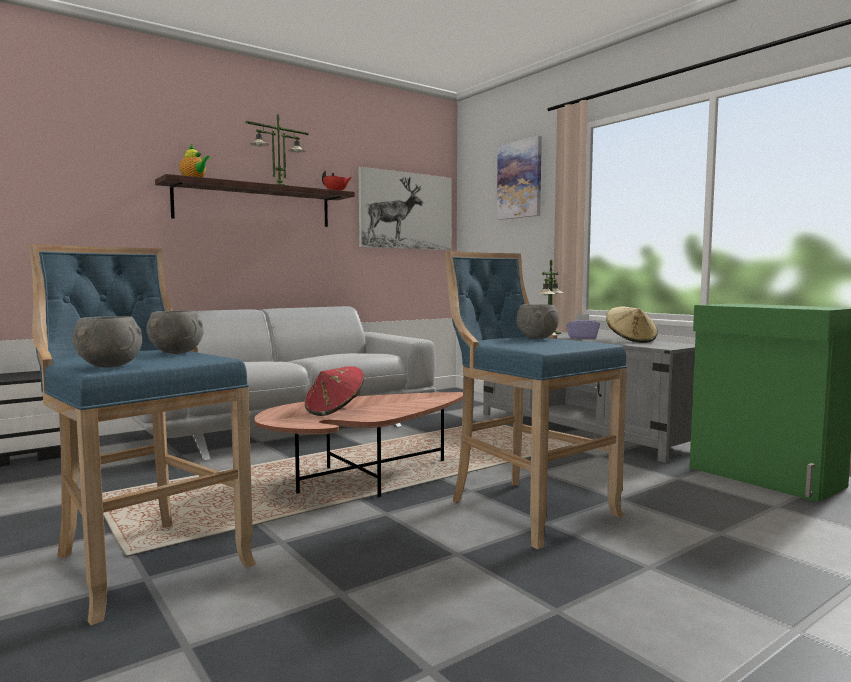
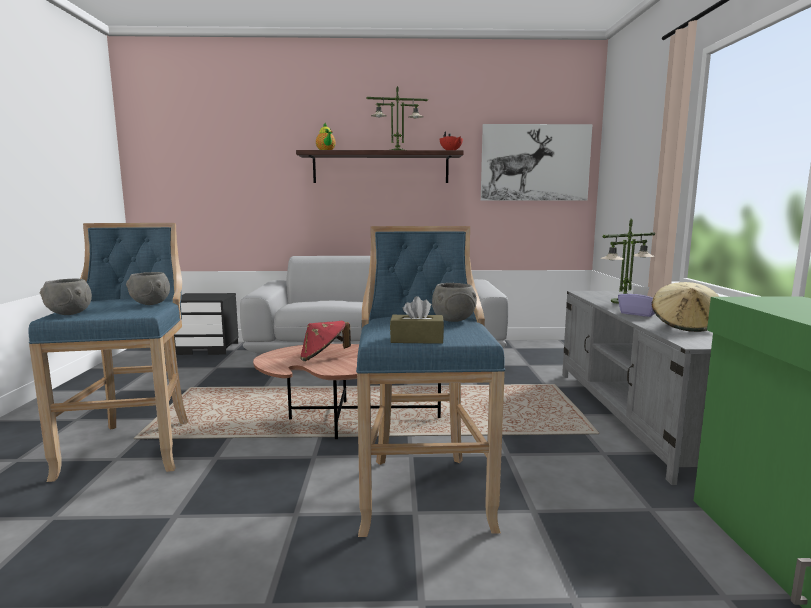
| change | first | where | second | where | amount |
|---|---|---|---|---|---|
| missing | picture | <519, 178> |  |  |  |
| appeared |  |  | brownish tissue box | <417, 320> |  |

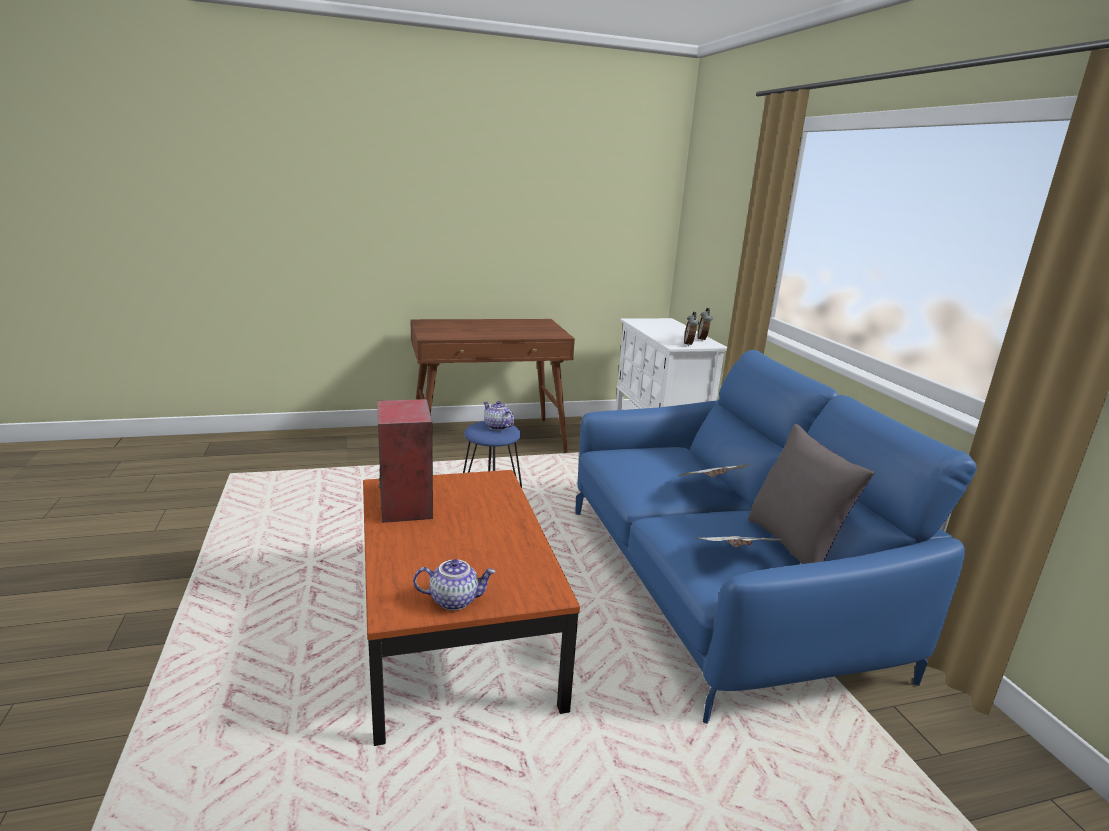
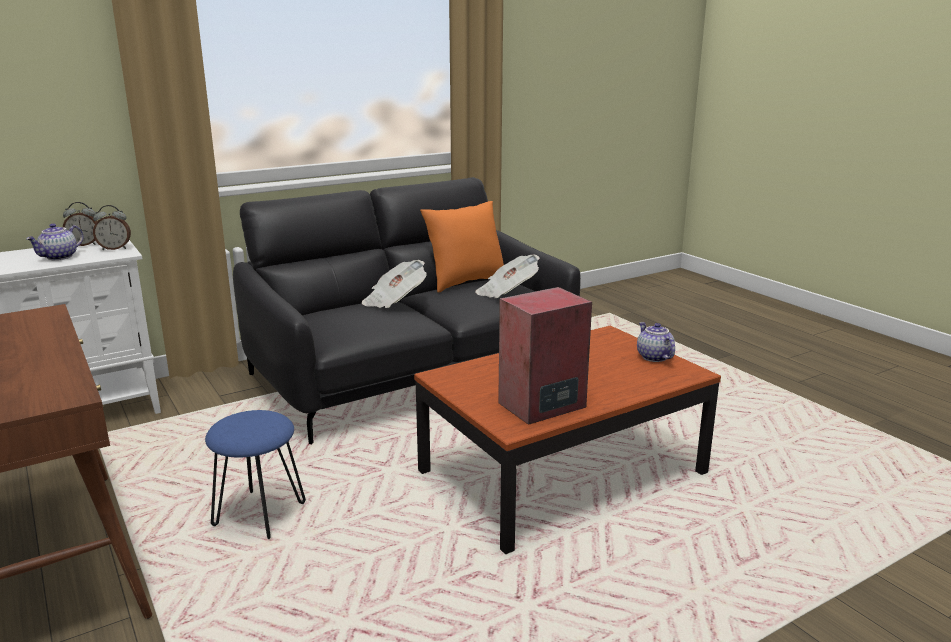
| change | first | where | second | where | amount |
|---|---|---|---|---|---|
| relocated | pot for tea | <498, 415> |  | <54, 242> |  |
| colour | blue-coloured sofa | <776, 537> | blackish sofa | <407, 310> |  |
| colour | greyish cushion | <811, 494> | orange cushion | <462, 247> |  |

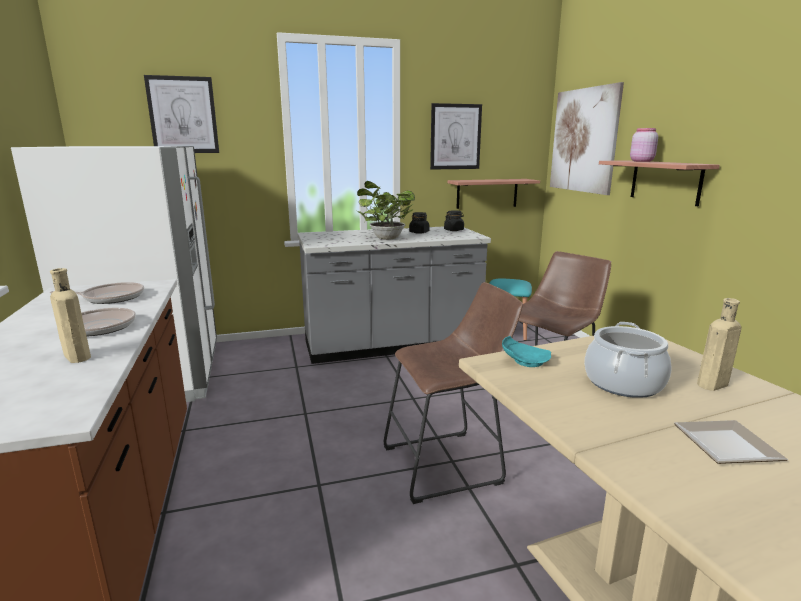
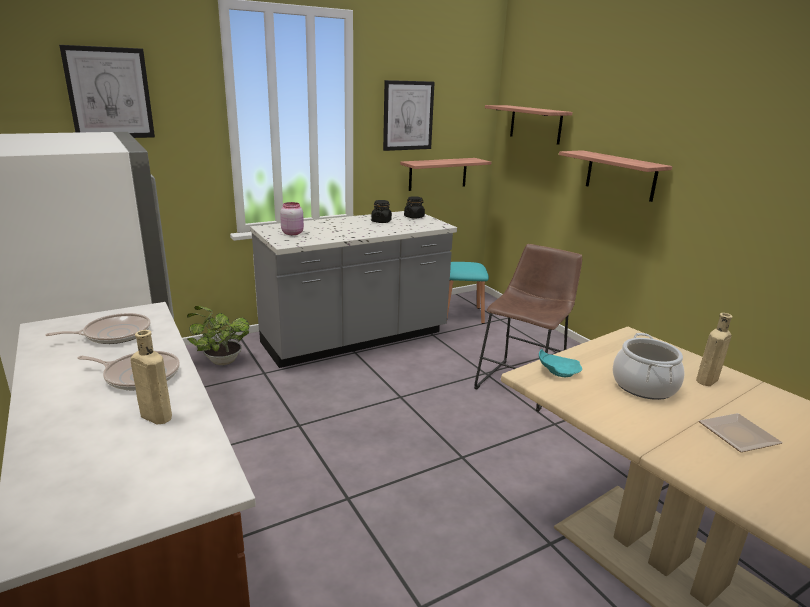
| change | first | where | second | where | amount |
|---|---|---|---|---|---|
| relocated | potted plant | <386, 210> |  | <218, 335> |  |
| missing | brownish stool | <453, 393> |  |  |  |
| exchanged | picture | <587, 138> | shelf | <529, 125> |  |
| relocated | pink storage jar | <644, 145> |  | <292, 218> |  |

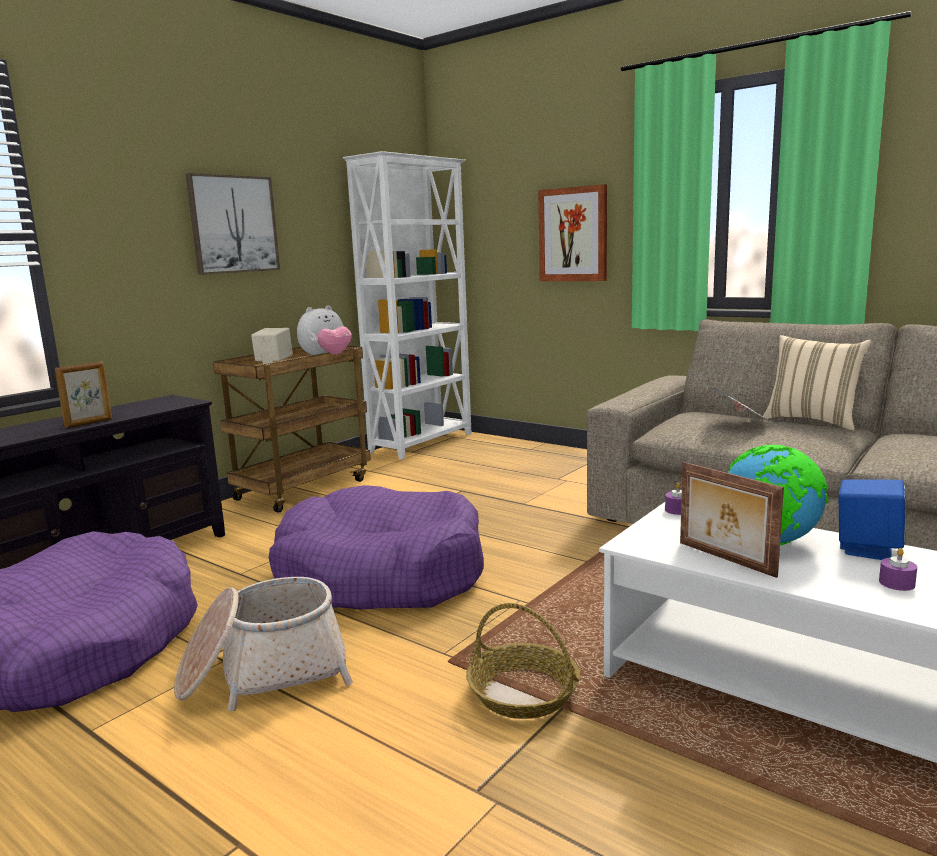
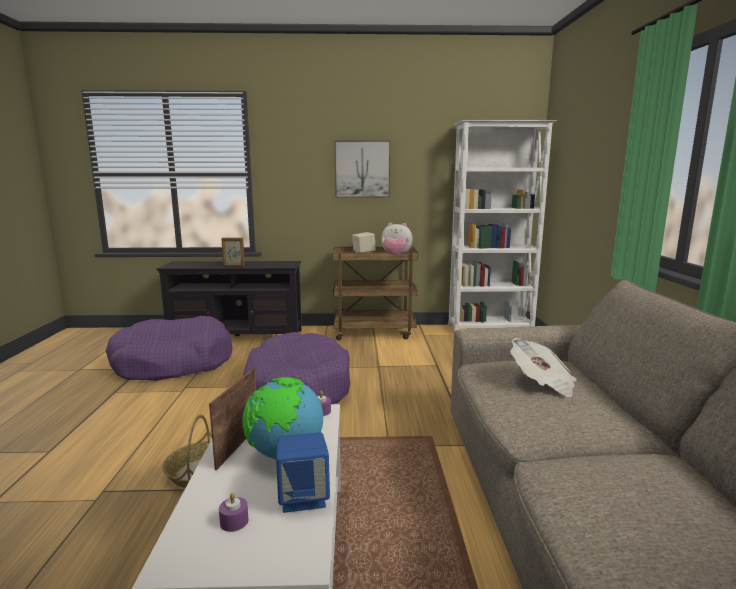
| change | first | where | second | where | amount |
|---|---|---|---|---|---|
| missing | household basket | <263, 644> |  |  |  |
| missing | picture | <572, 232> |  |  |  |
| missing | beige-coloured cushion | <817, 383> |  |  |  |

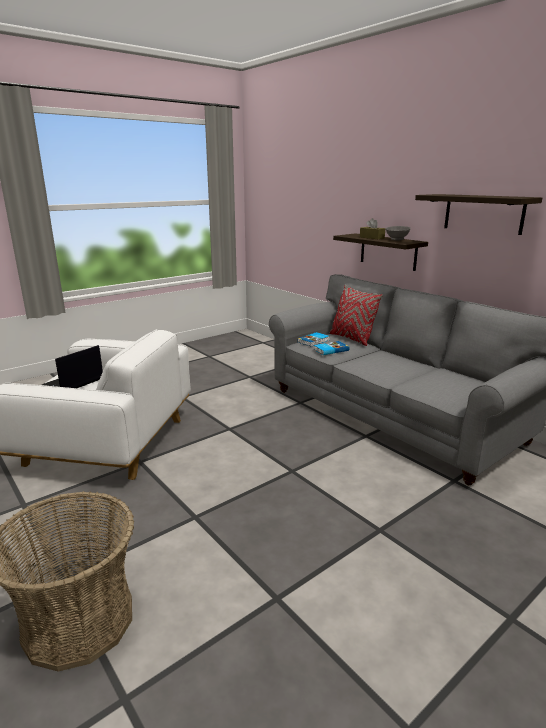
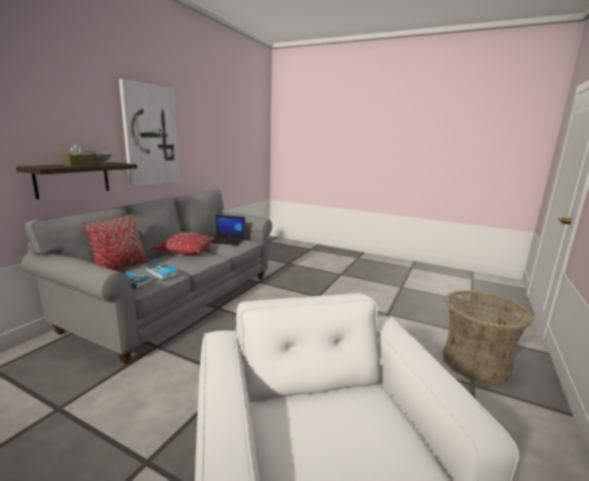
| change | first | where | second | where | amount |
|---|---|---|---|---|---|
| relocated | portable computer | <72, 366> |  | <228, 230> |  |
| exchanged | shelf | <478, 214> | picture | <149, 133> |  |
| appeared |  |  | red-coloured cushion | <183, 243> |  |

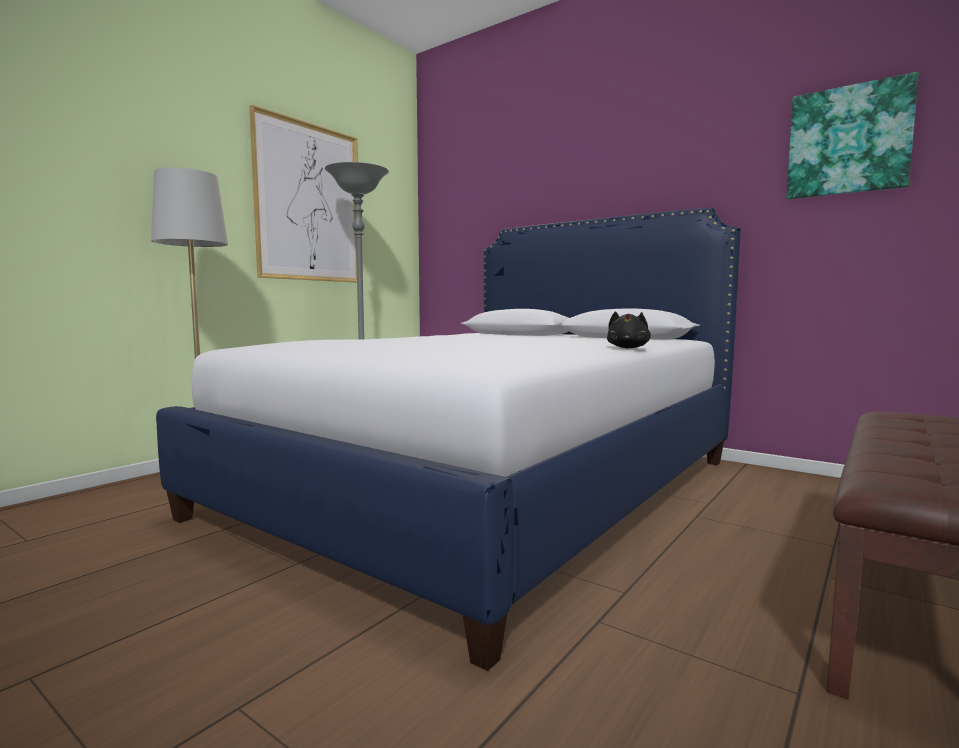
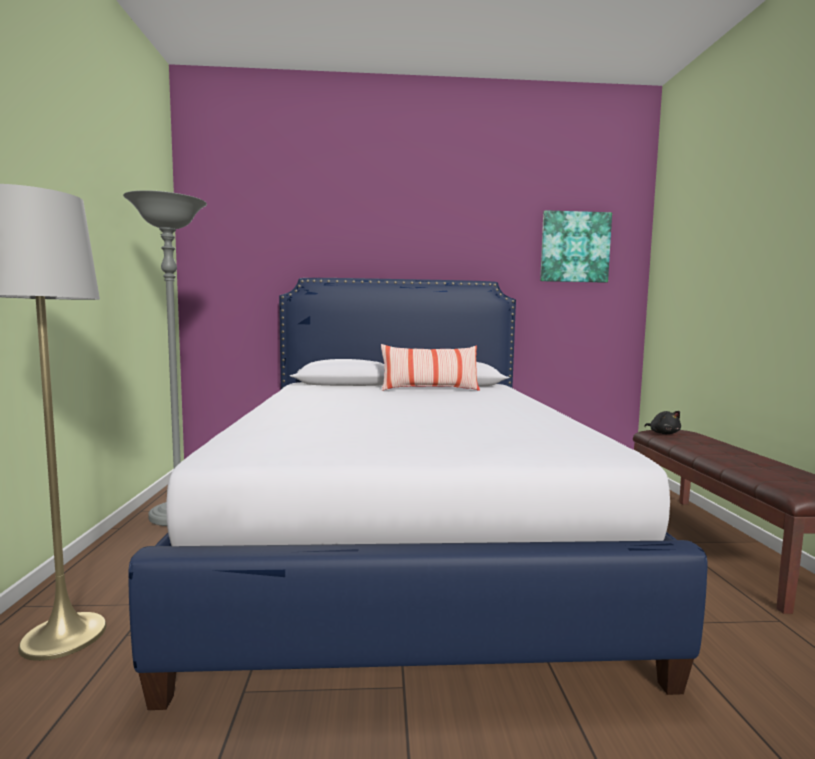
| change | first | where | second | where | amount |
|---|---|---|---|---|---|
| missing | picture | <303, 194> |  |  |  |
| relocated | blackish plush toy | <629, 329> |  | <662, 422> |  |
| appeared |  |  | cushion | <430, 367> |  |

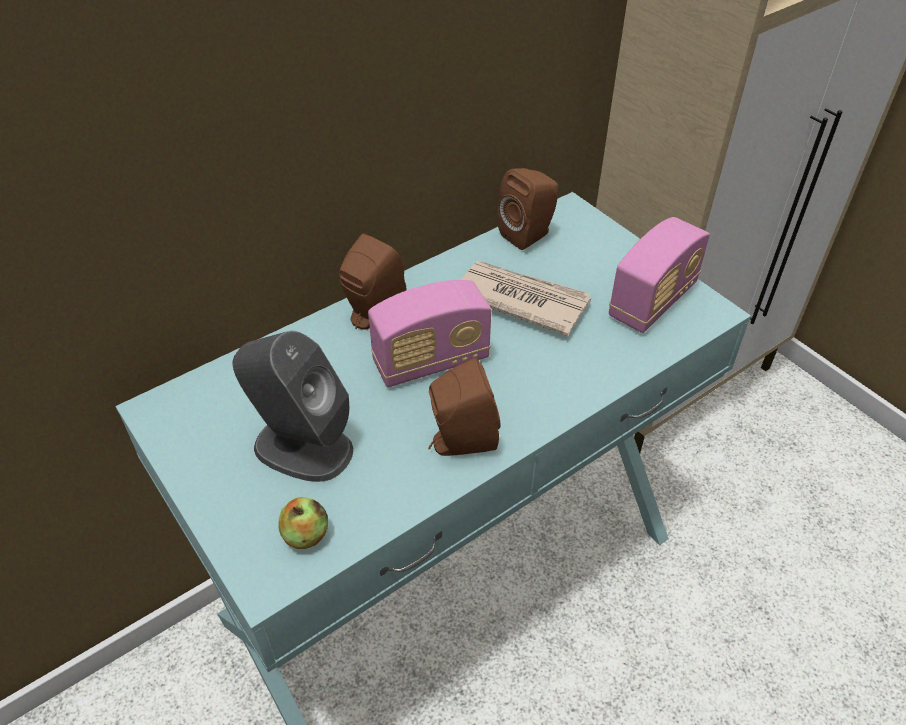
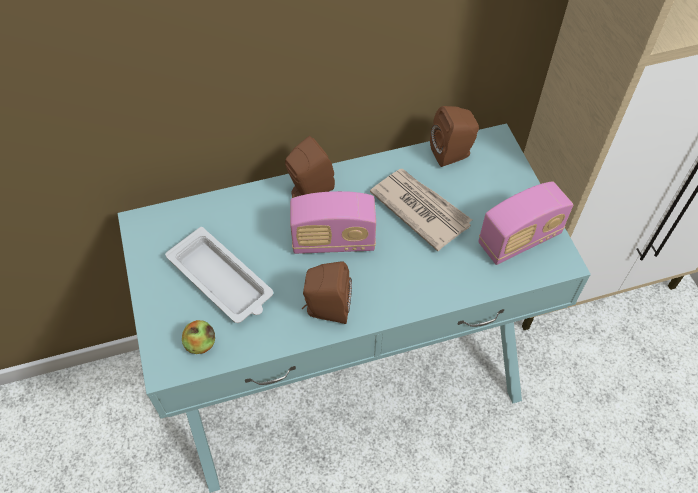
| change | first | where | second | where | amount |
|---|---|---|---|---|---|
| exchanged | greyish speaker | <292, 406> | whitish carrying tray | <219, 275> |  |

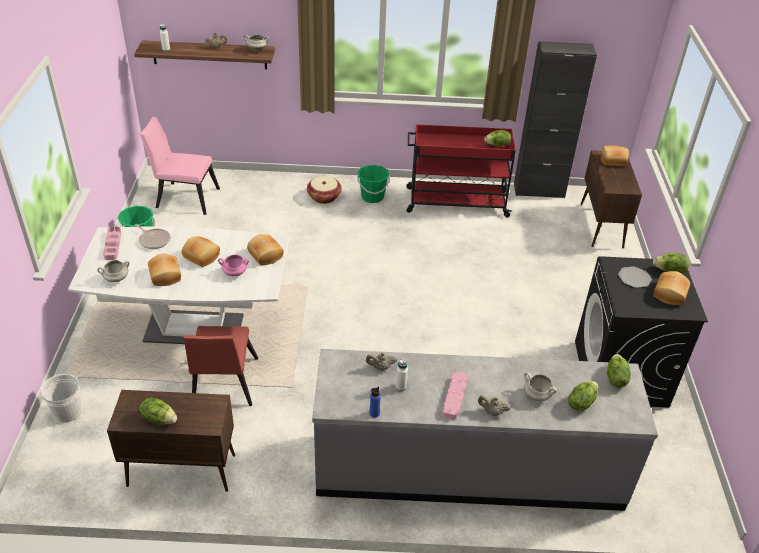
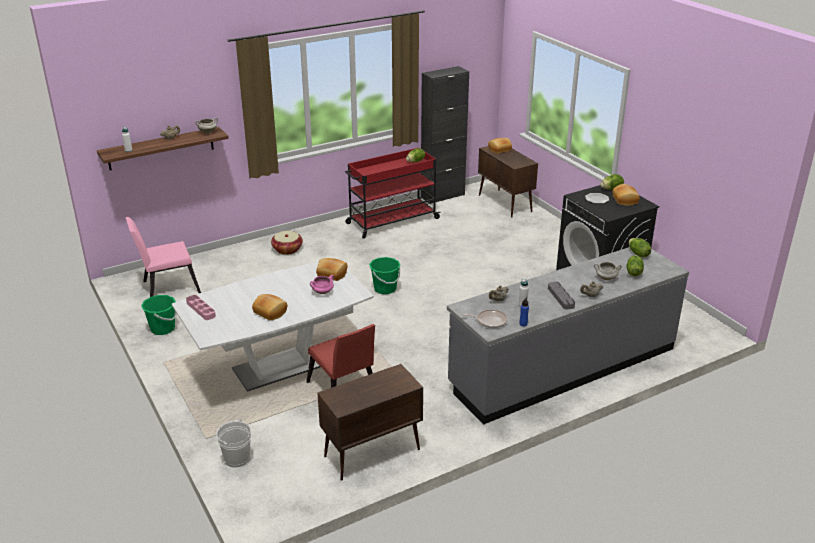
| change | first | where | second | where | amount |
|---|---|---|---|---|---|
| missing | whitish stockpot | <113, 271> |  |  |  |
| relocated | frying pan | <153, 236> |  | <485, 318> |  |
| missing | head of lettuce | <158, 411> |  |  |  |
| missing | bakery bread | <201, 251> |  |  |  |
| relocated | green water bucket | <373, 184> |  | <385, 275> |  |
| colour | pink carrying tray | <455, 395> | greyish carrying tray | <561, 296> |  |

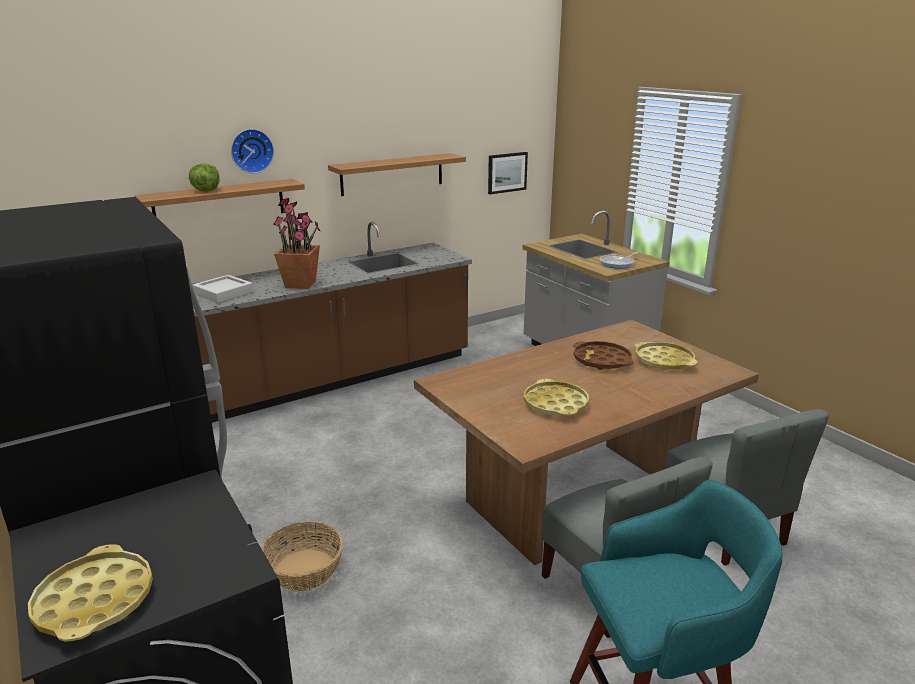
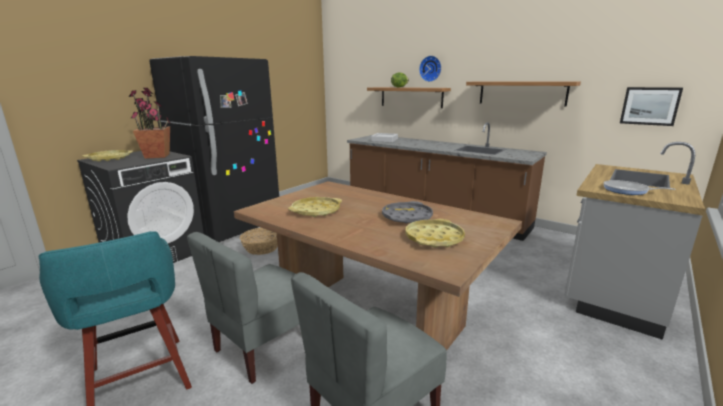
| change | first | where | second | where | amount |
|---|---|---|---|---|---|
| relocated | potted plant | <297, 243> |  | <149, 123> |  |
| colour | brownish carrying tray | <603, 355> | greyish carrying tray | <407, 212> |  |

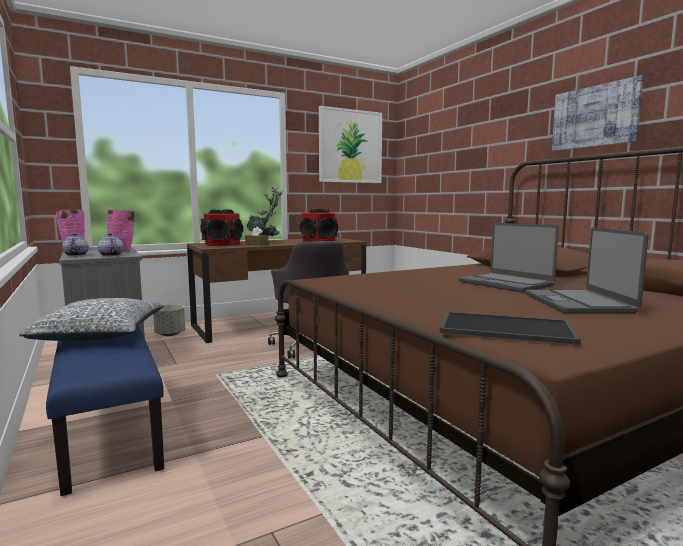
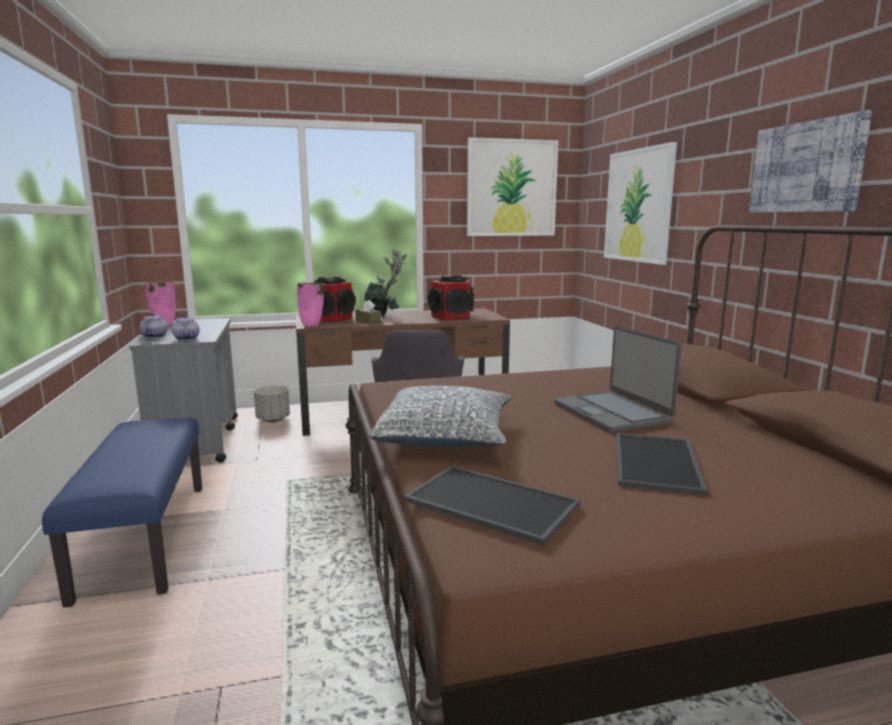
| change | first | where | second | where | amount |
|---|---|---|---|---|---|
| relocated | cushion | <91, 319> |  | <439, 416> |  |
| relocated | pink decorative vase | <121, 230> |  | <310, 305> |  |
| exchanged | portable computer | <586, 270> | carrying tray | <662, 464> |  |
| appeared |  |  | picture | <640, 203> |  |

